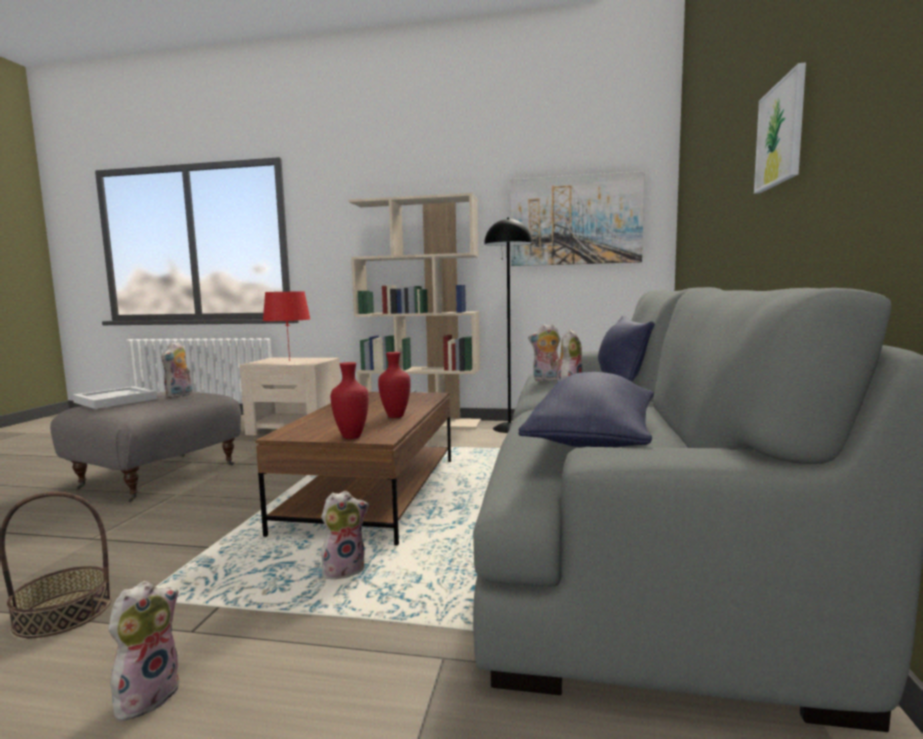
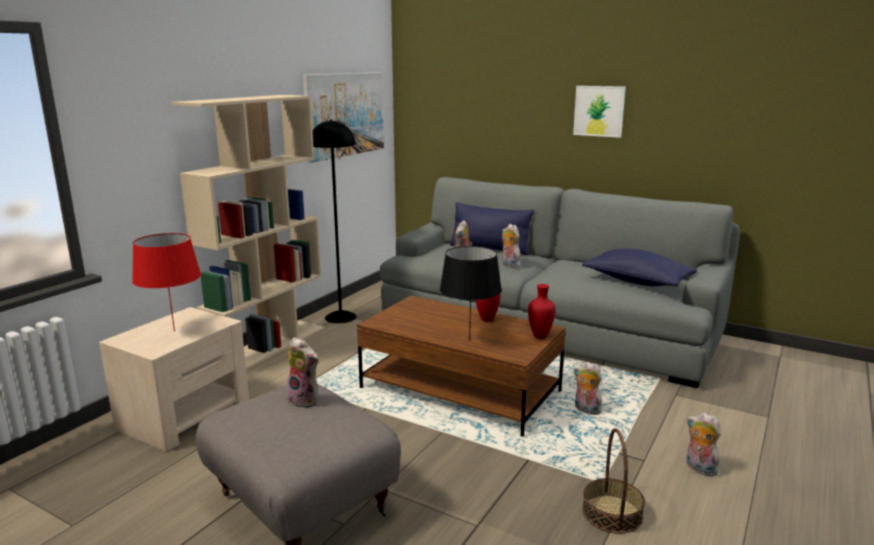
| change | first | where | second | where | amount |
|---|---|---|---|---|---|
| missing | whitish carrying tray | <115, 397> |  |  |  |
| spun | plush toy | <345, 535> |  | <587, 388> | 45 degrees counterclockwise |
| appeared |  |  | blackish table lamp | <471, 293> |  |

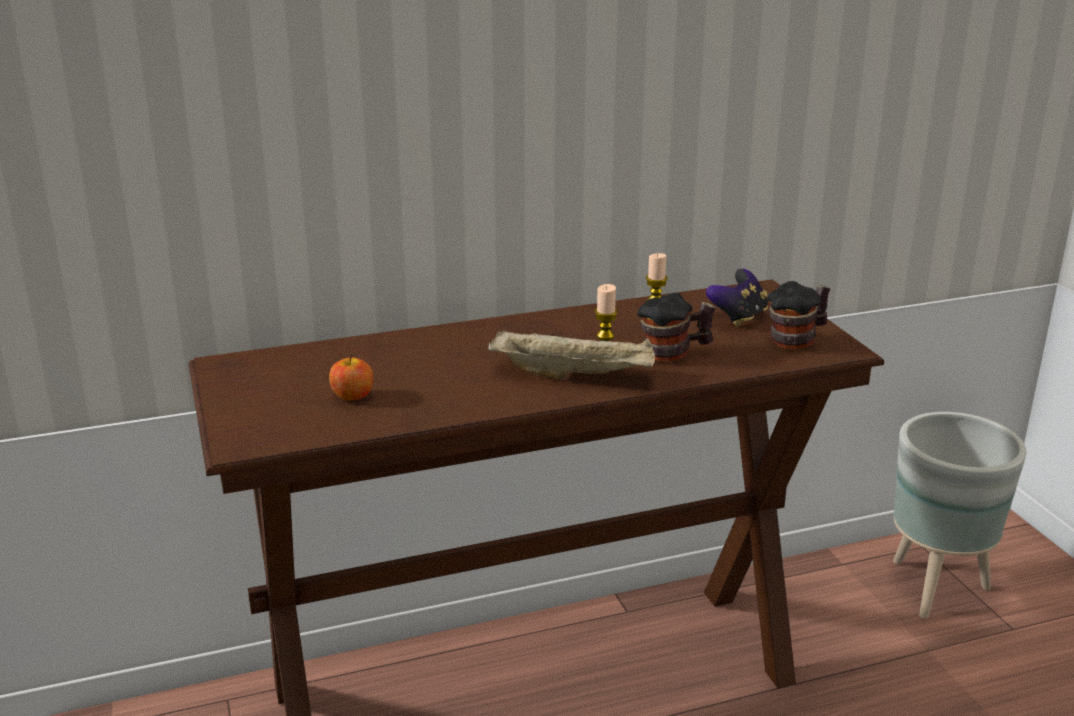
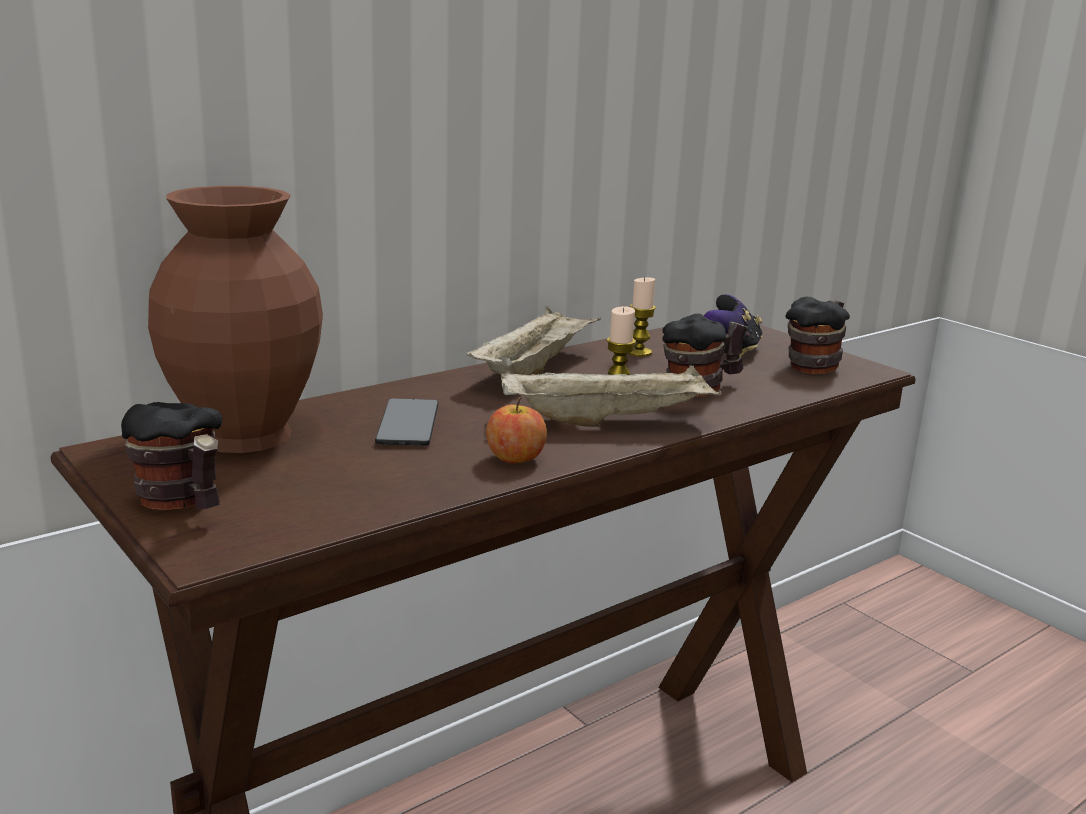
| change | first | where | second | where | amount |
|---|---|---|---|---|---|
| relocated | whole apple | <351, 376> |  | <516, 430> |  |
| missing | greyish planter | <960, 515> |  |  |  |
| appeared |  |  | coffee mug | <171, 456> |  |
| appeared |  |  | brownish decorative vase | <235, 319> |  |
| appeared |  |  | phone | <406, 422> |  |
| appeared |  |  | beige-coloured carrying tray | <533, 340> |  |

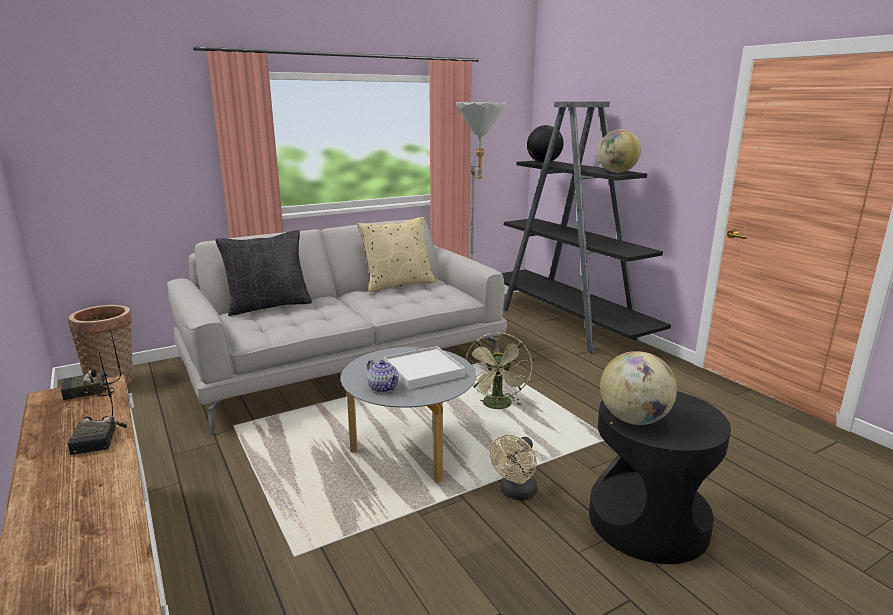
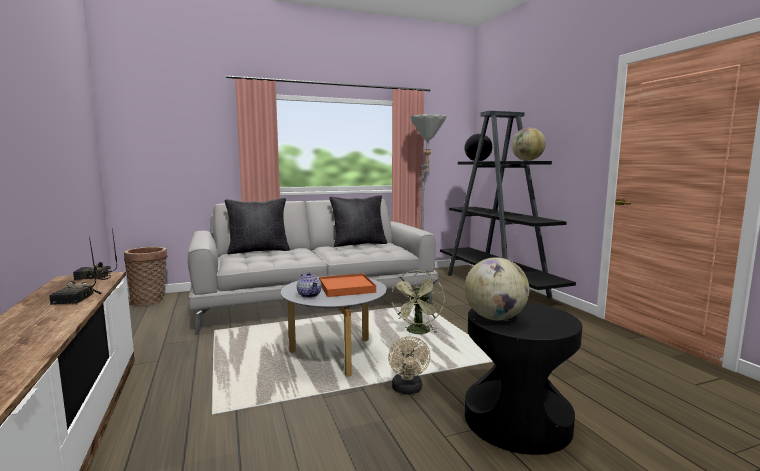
| change | first | where | second | where | amount |
|---|---|---|---|---|---|
| colour | beige-coloured cushion | <396, 255> | blackish cushion | <358, 221> |  |
| colour | whitish carrying tray | <424, 368> | orange carrying tray | <347, 285> |  |
| spun | beige-coloured fan | <513, 468> |  | <409, 365> | 45 degrees counterclockwise |

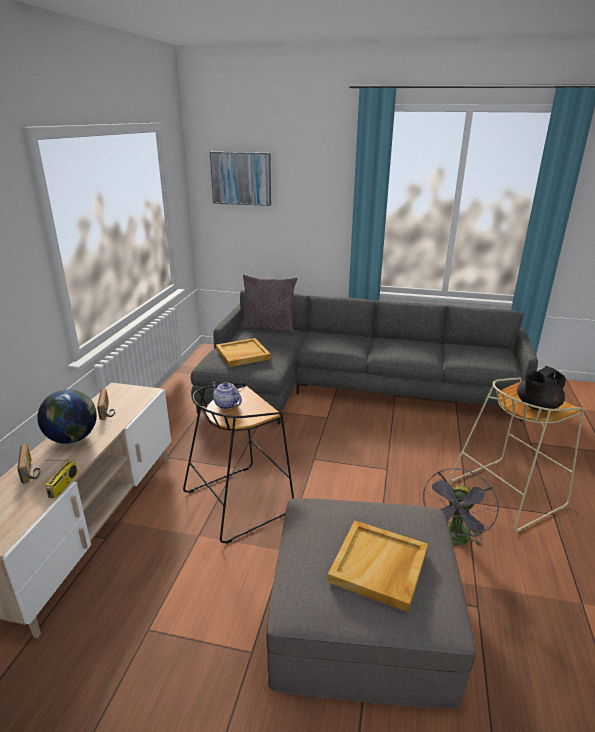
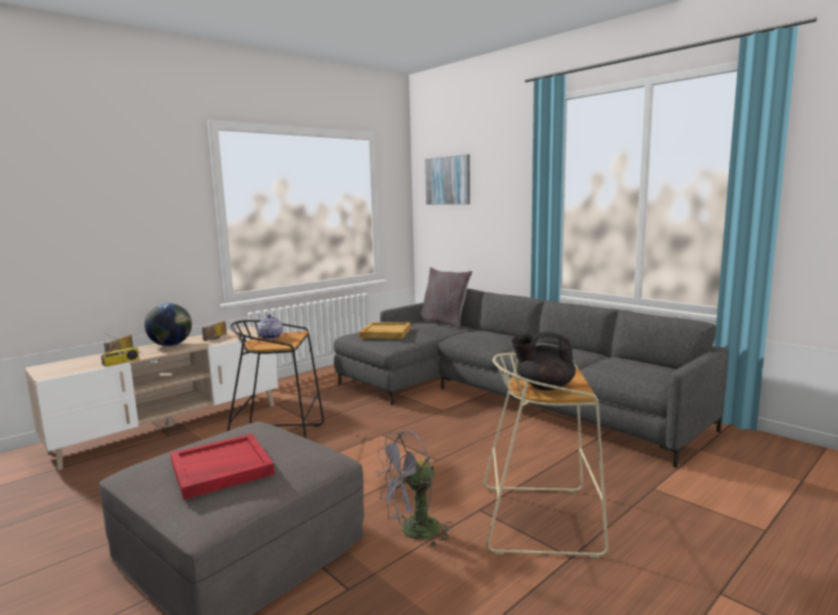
| change | first | where | second | where | amount |
|---|---|---|---|---|---|
| colour | beige-coloured carrying tray | <377, 567> | red-coloured carrying tray | <222, 466> |  |

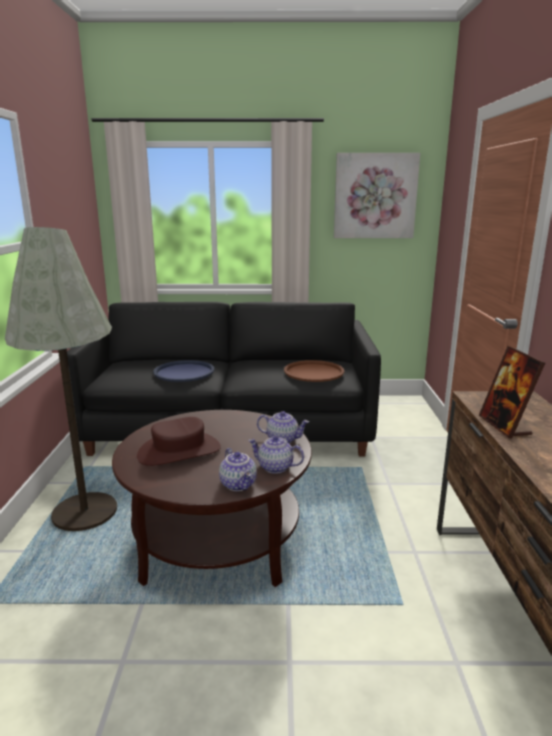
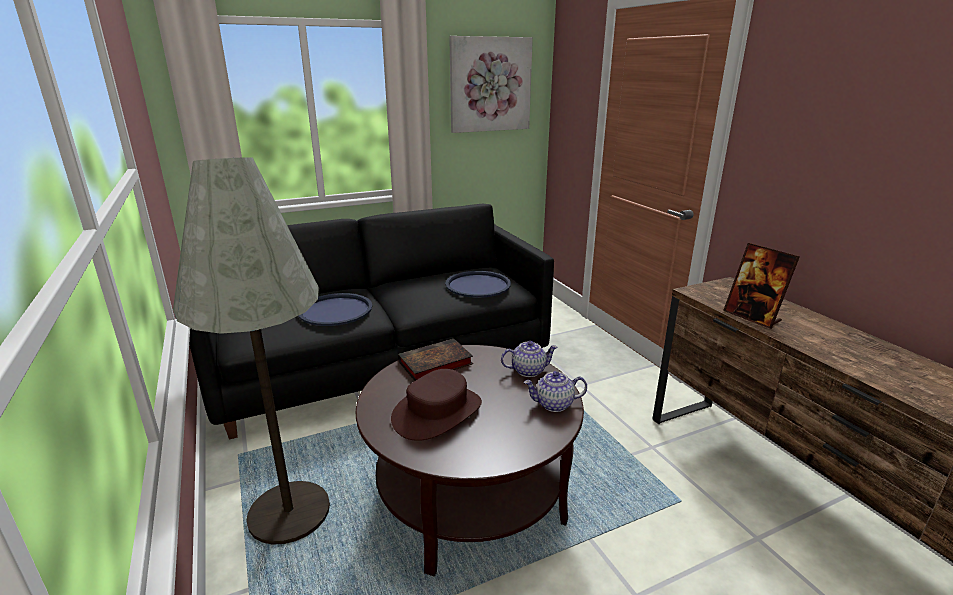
| change | first | where | second | where | amount |
|---|---|---|---|---|---|
| missing | pot for tea | <238, 469> |  |  |  |
| colour | brownish carrying tray | <314, 371> | blue-coloured carrying tray | <478, 284> |  |
| appeared |  |  | bound book | <435, 360> |  |

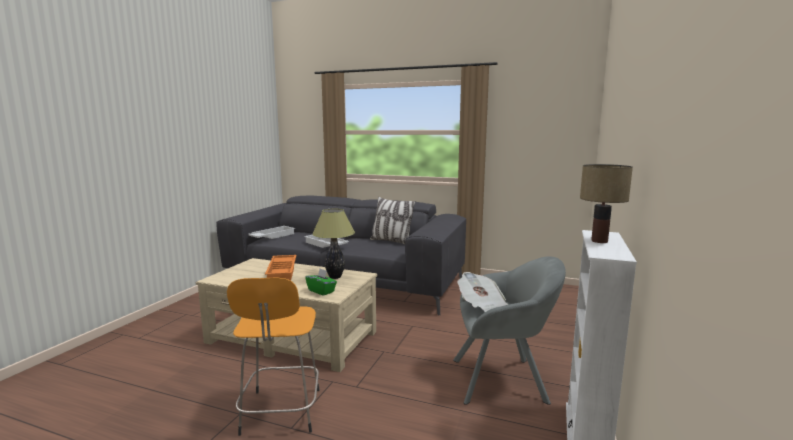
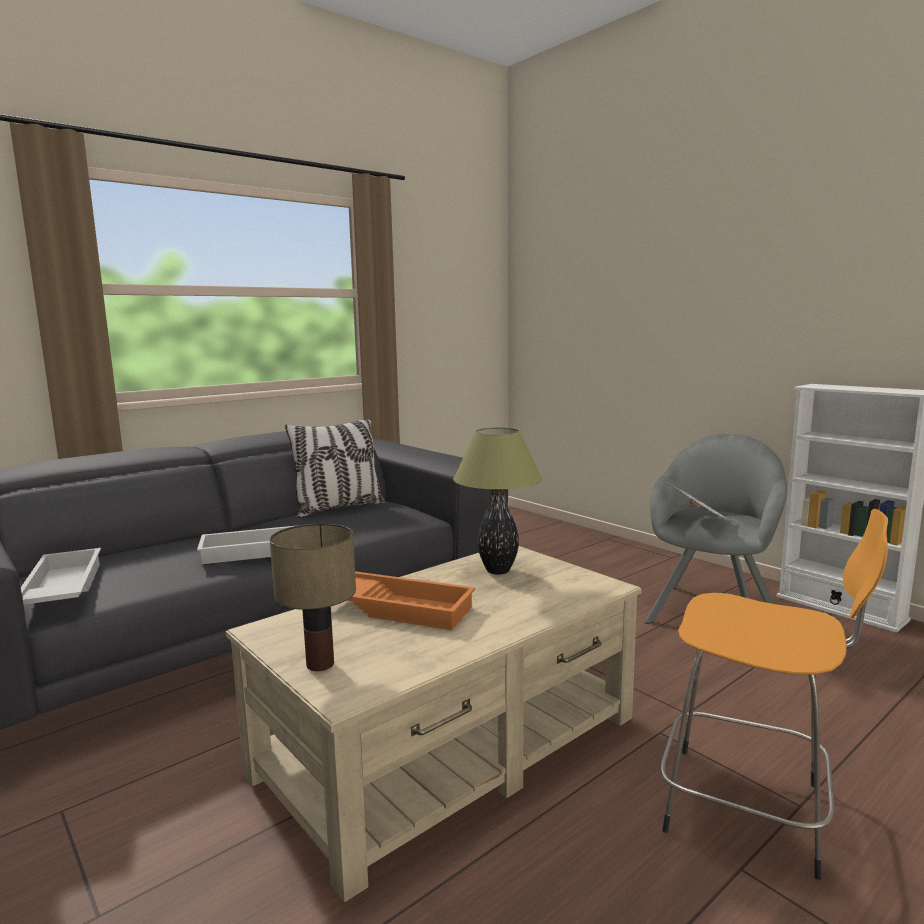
| change | first | where | second | where | amount |
|---|---|---|---|---|---|
| missing | green tissue box | <321, 282> |  |  |  |
| relocated | table lamp | <606, 203> |  | <313, 597> |  |

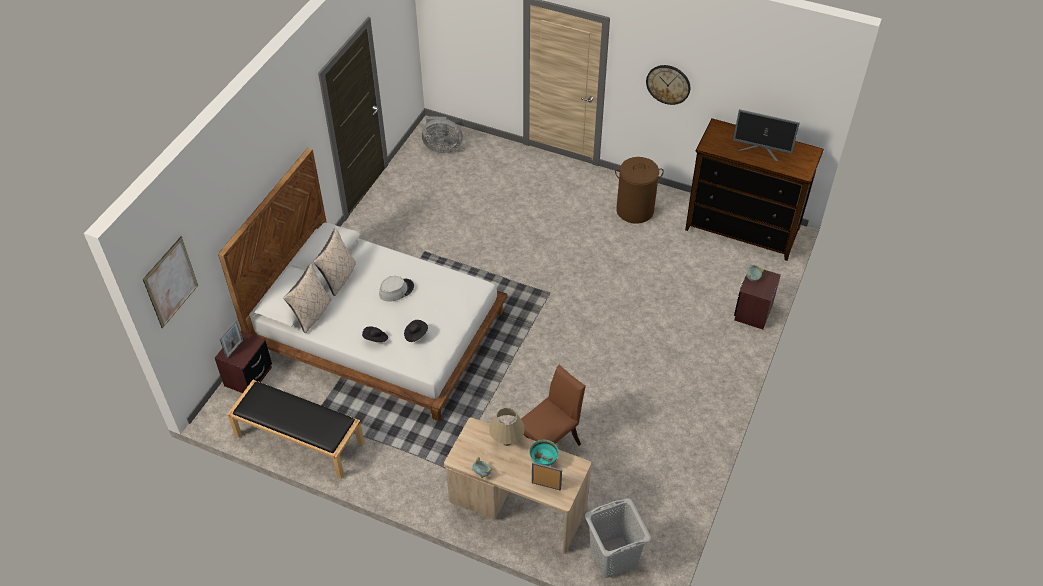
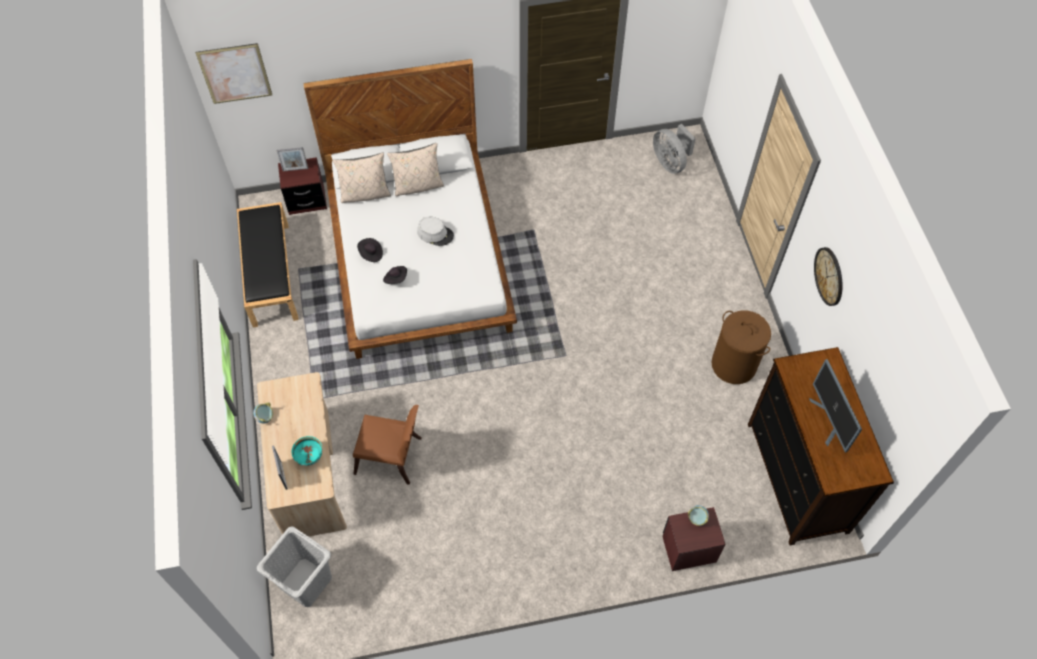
| change | first | where | second | where | amount |
|---|---|---|---|---|---|
| missing | beige-coloured table lamp | <507, 426> |  |  |  |

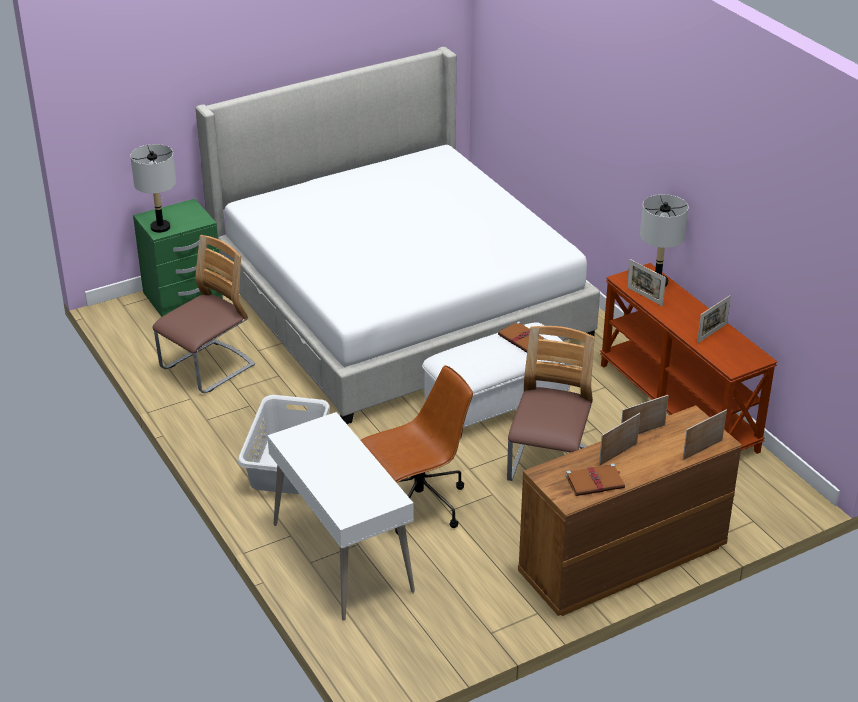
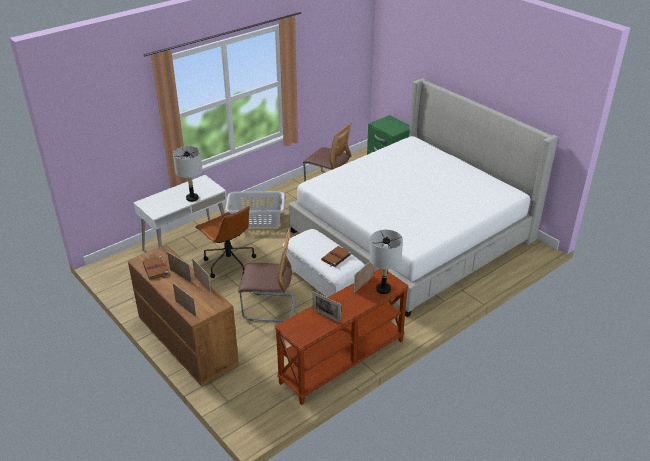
| change | first | where | second | where | amount |
|---|---|---|---|---|---|
| relocated | greyish table lamp | <153, 188> |  | <187, 174> |  |

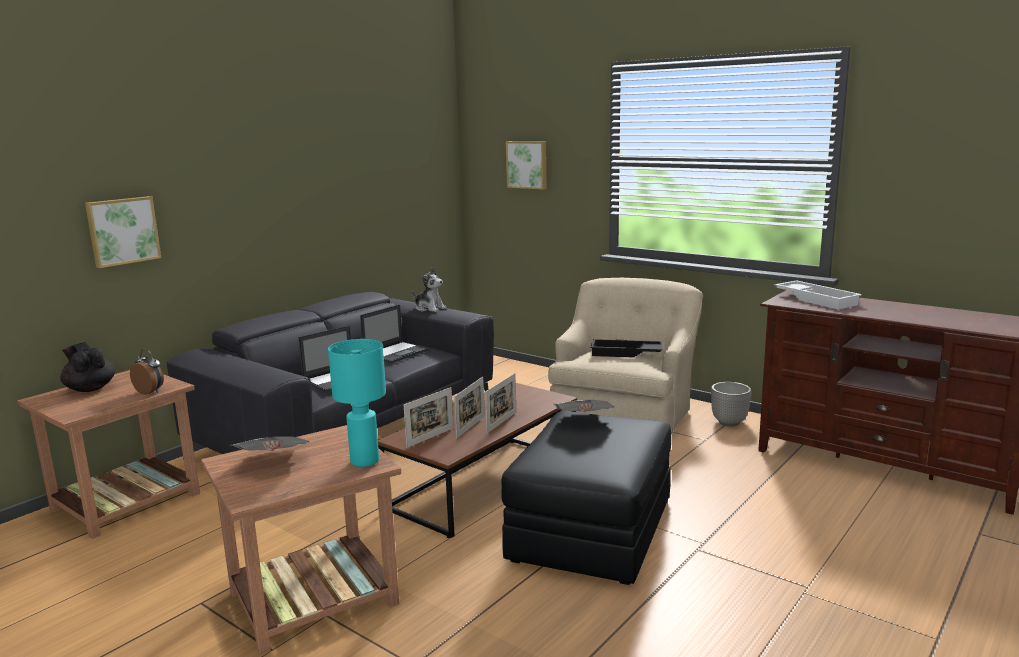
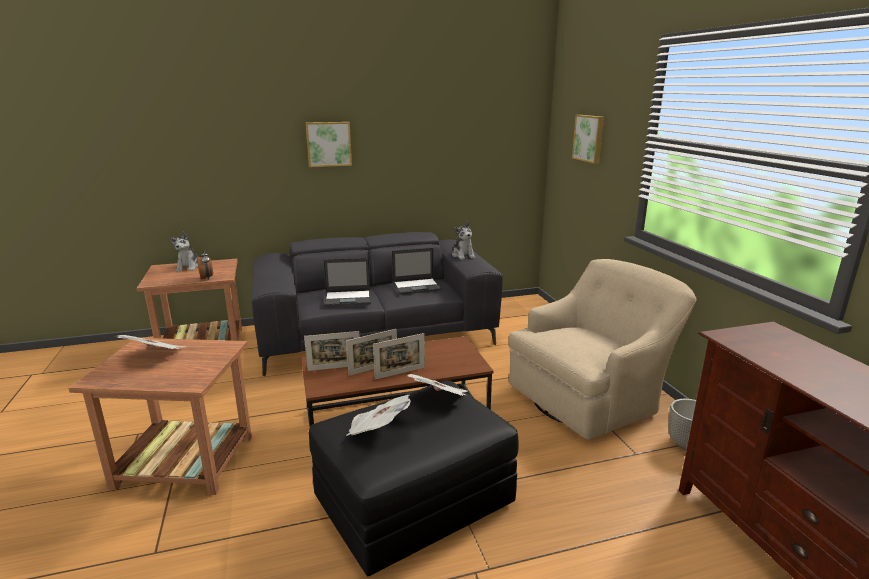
| change | first | where | second | where | amount |
|---|---|---|---|---|---|
| exchanged | blackish pot for tea | <87, 367> | plush toy | <184, 251> |  |
| relocated | picture | <123, 232> |  | <329, 144> |  |
| missing | turquoise table lamp | <357, 403> |  |  |  |
| missing | blackish carrying tray | <626, 348> |  |  |  |
| missing | whitish carrying tray | <818, 294> |  |  |  |
| appeared |  |  | newspaper | <378, 415> |  |

